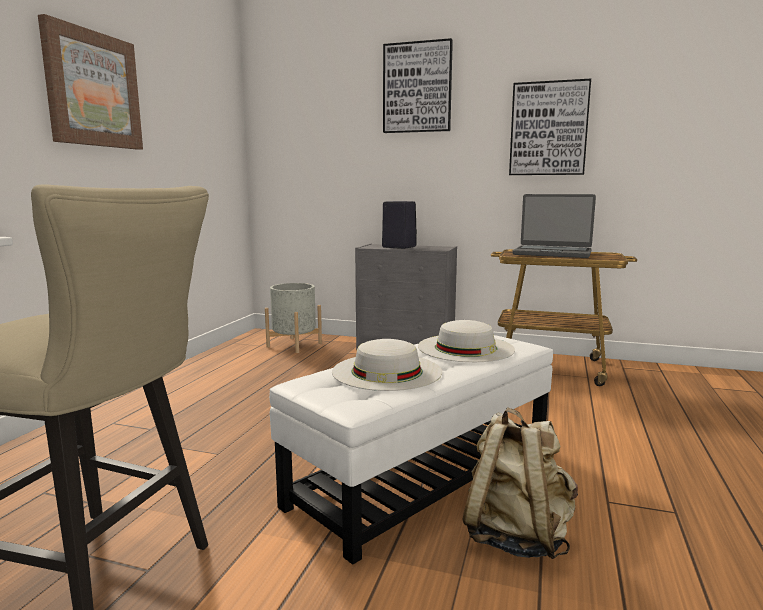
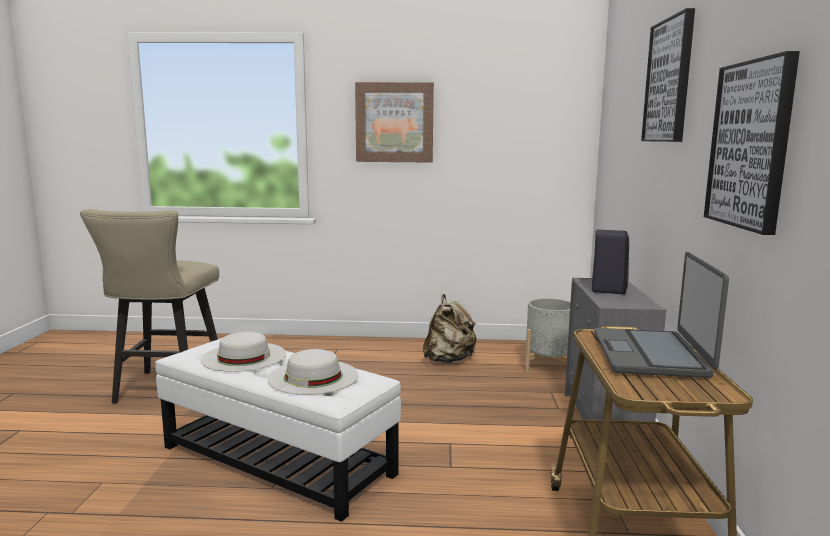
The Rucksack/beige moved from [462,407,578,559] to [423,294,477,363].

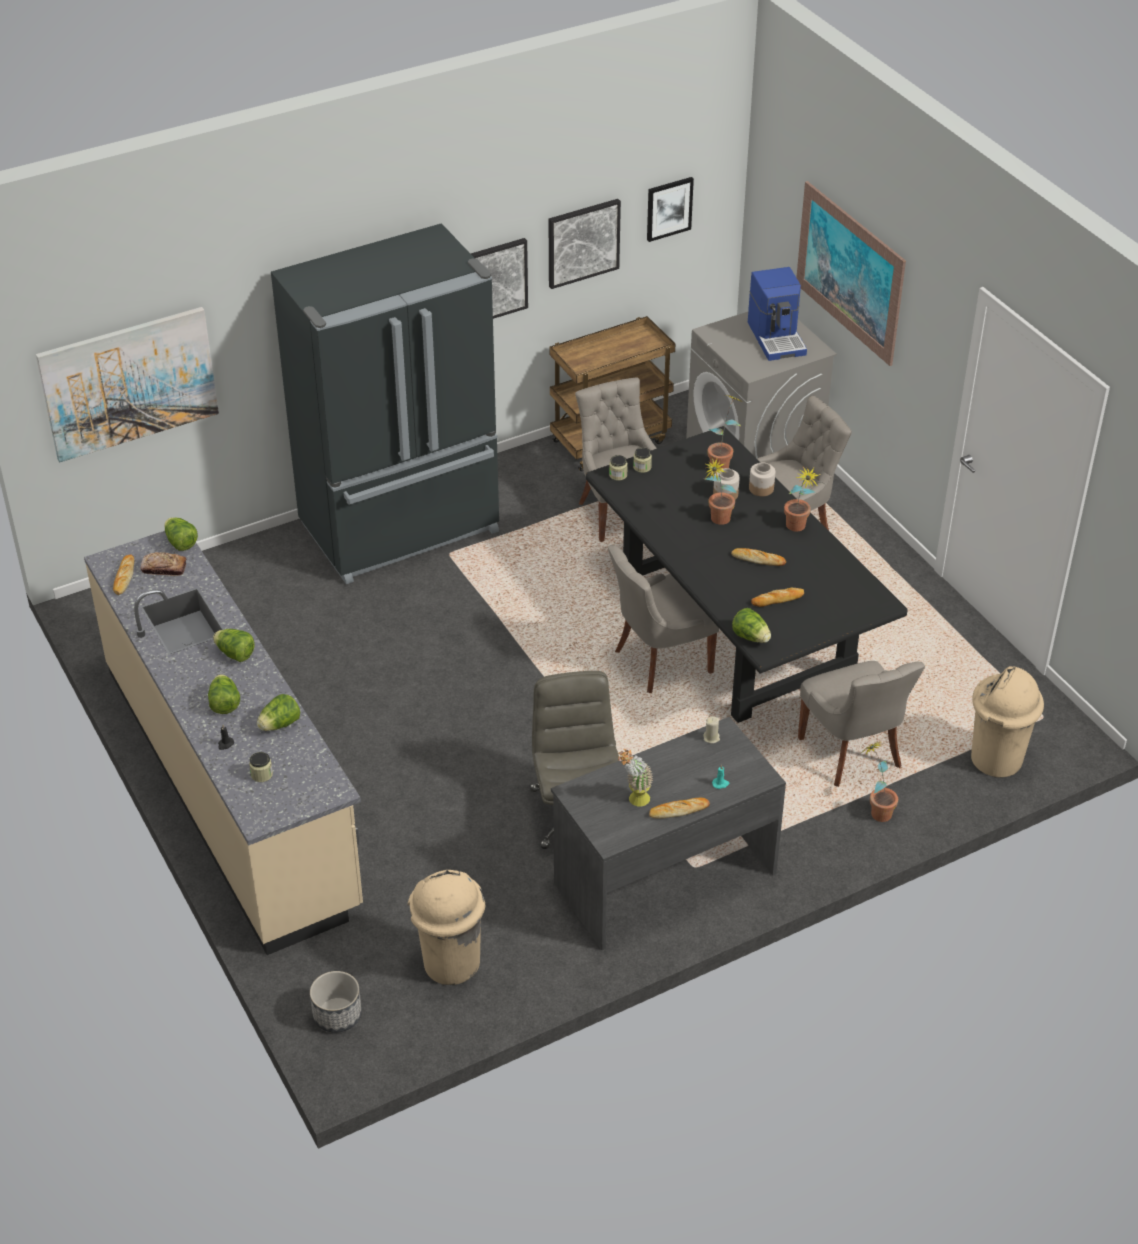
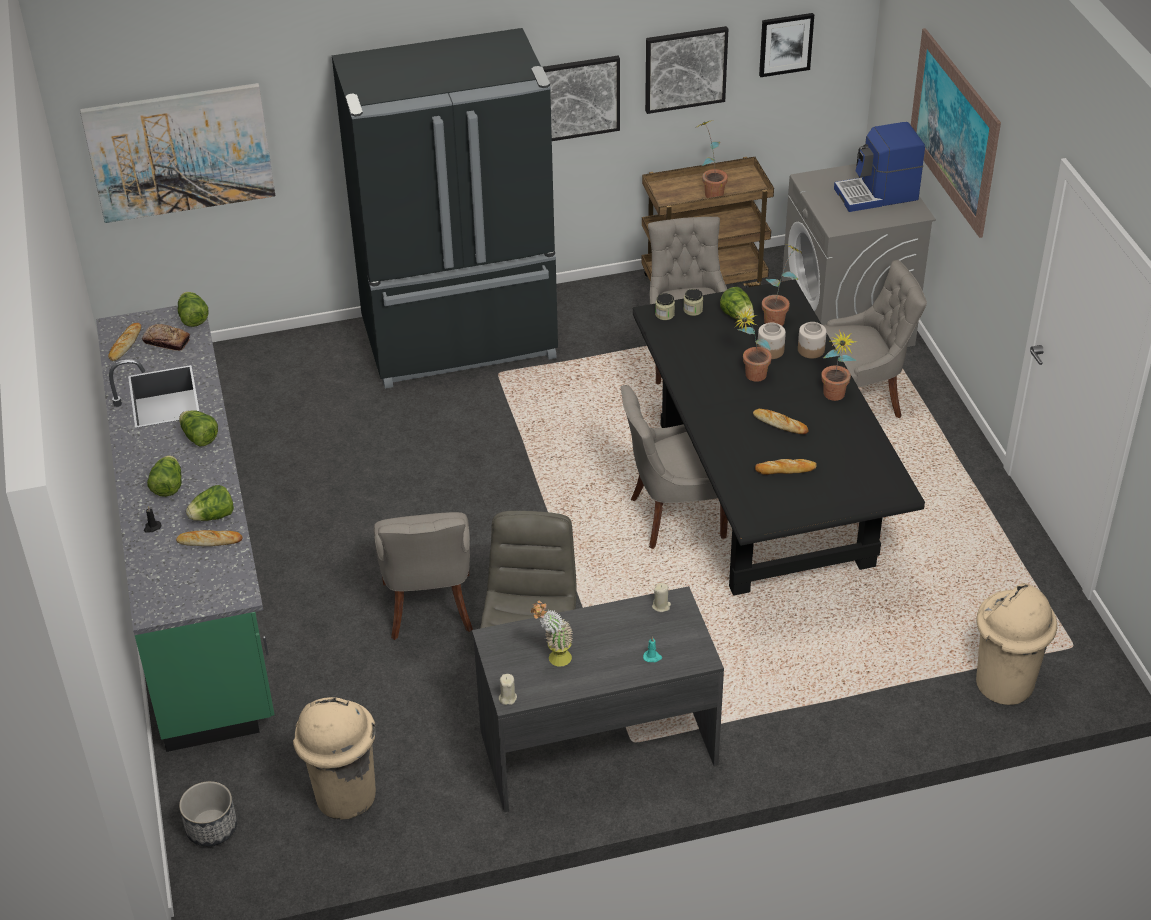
The Kaffeemaschine at [748,267,807,361] turned 75 degrees clockwise.
The Küchenzeile/beige at [84,531,363,955] became the Küchenzeile/grün at [96,301,275,752].
The Salatkopf moved from [732,608,771,643] to [720,287,754,320].
The Stuhl/grau moved from [798,661,925,787] to [374,512,473,640].
The Topfpflanze moved from [860,742,898,822] to [698,120,728,198].
The Vorratsglas at [249,752,273,782] disappeared.
The Brot moved from [649,798,710,819] to [176,530,243,546].
The Kerze/beige at [499,674,517,705] appeared.

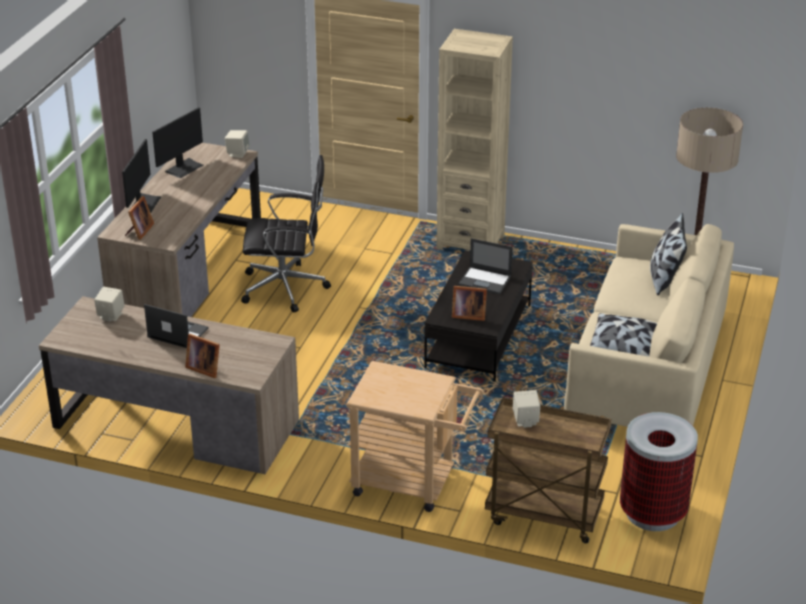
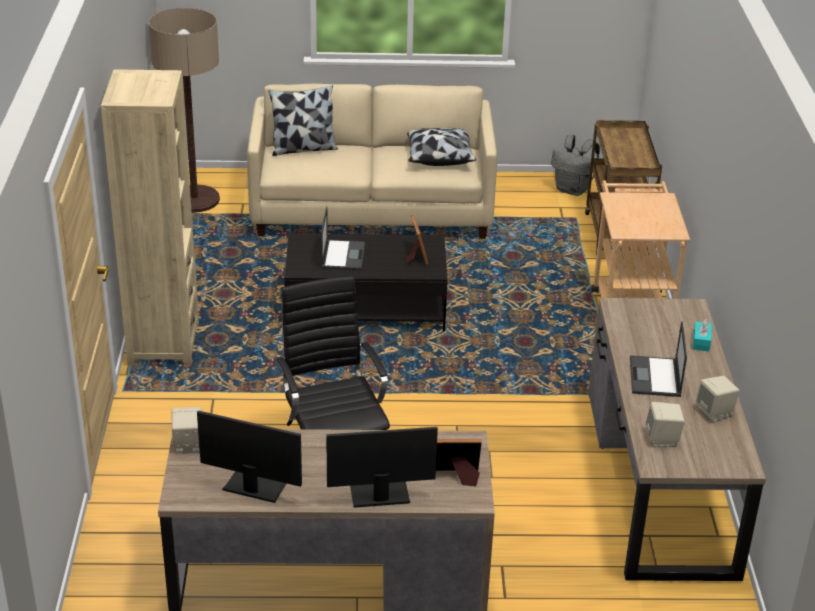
The Bilderrahmen at [185,334,220,378] was replaced by the Taschentuchbox/türkis at [693,319,712,352].
The Lautsprecher/beige moved from [513,390,540,428] to [696,376,739,422].
The Mülleimer at [620,412,698,531] was replaced by the Rucksack/grau at [551,135,600,196].

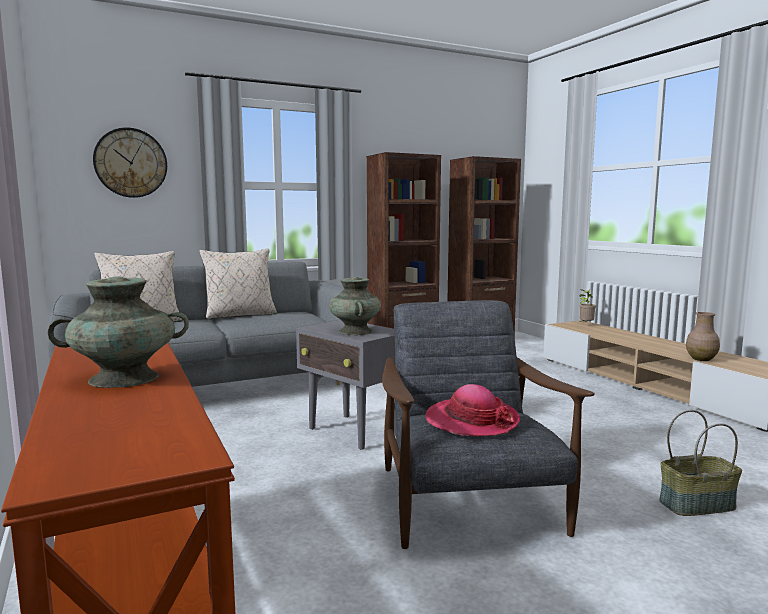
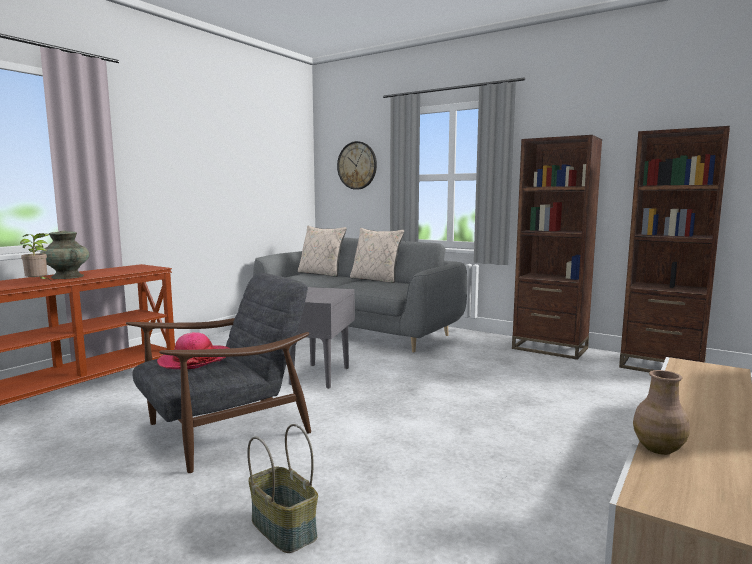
The Vase/türkis at [329,277,381,335] disappeared.
The Topfpflanze moved from [579,289,596,323] to [20,233,50,280].

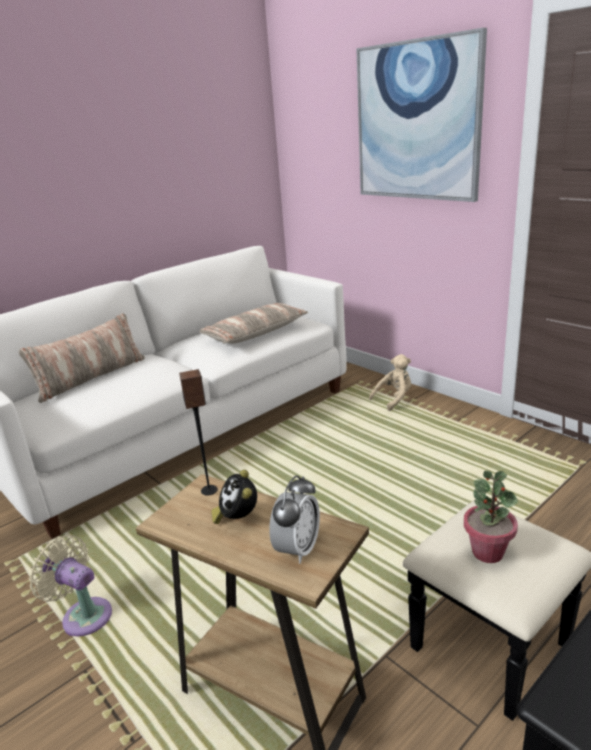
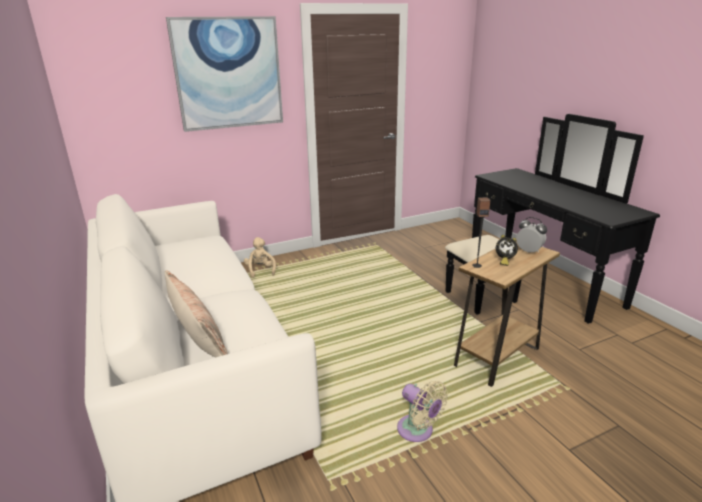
The Kissen at [199,303,308,344] disappeared.
The Topfpflanze at [464,471,518,563] disappeared.
The Ventilator/beige at [29,535,112,636] turned 90 degrees counterclockwise.

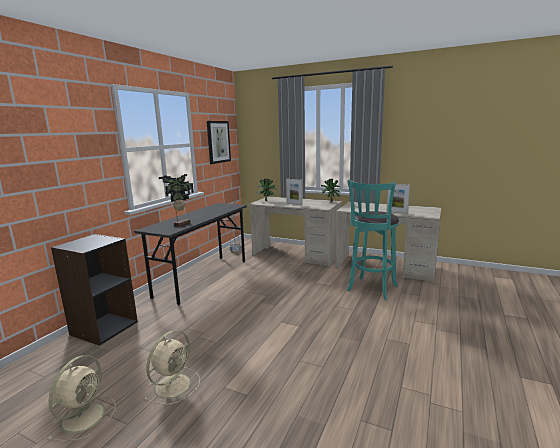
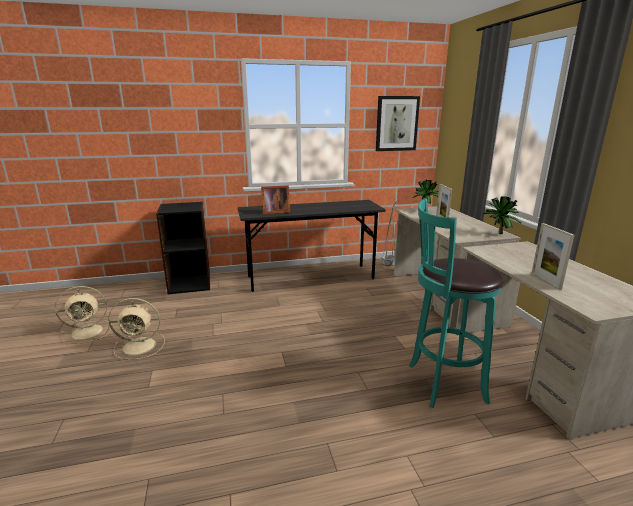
The Topfpflanze at [159,174,194,227] was replaced by the Bilderrahmen at [261,185,290,214].

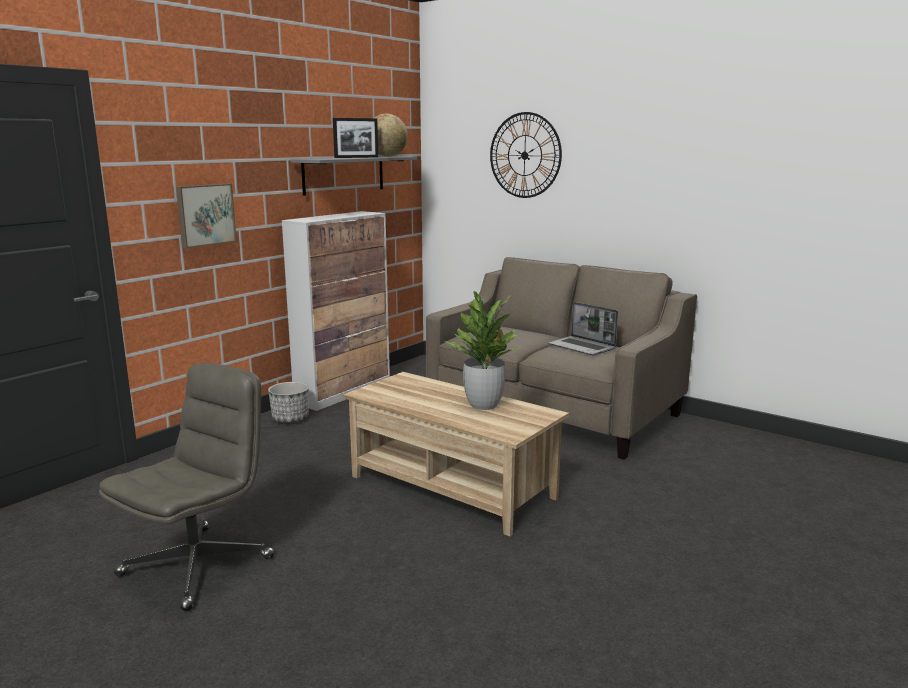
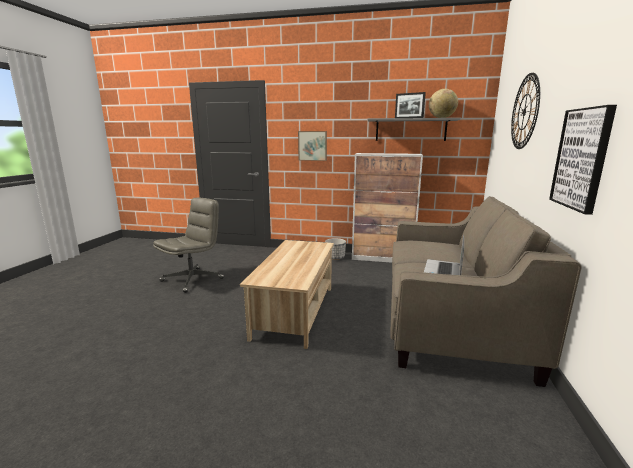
The Topfpflanze at [445,291,521,410] disappeared.
The Bürostuhl/grau at [99,363,274,611] turned 60 degrees counterclockwise.
The Bild at [549,105,617,215] appeared.

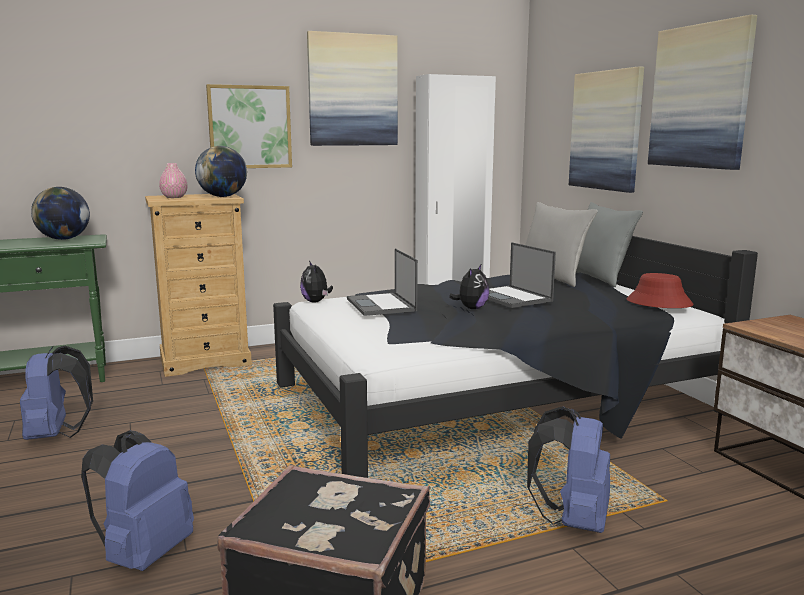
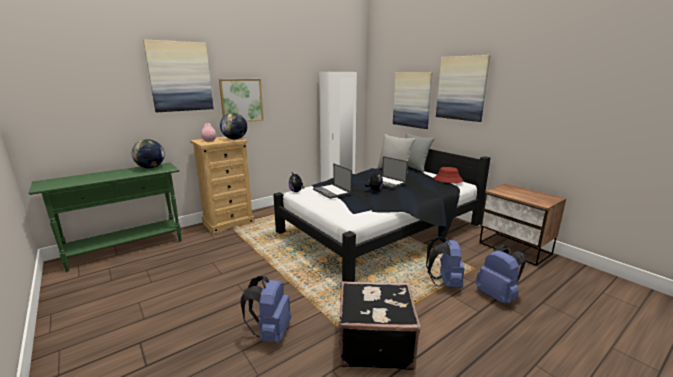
The Bild moved from [307,31,398,146] to [143,39,214,112].
The Rucksack/blau moved from [20,346,93,440] to [476,245,526,304].

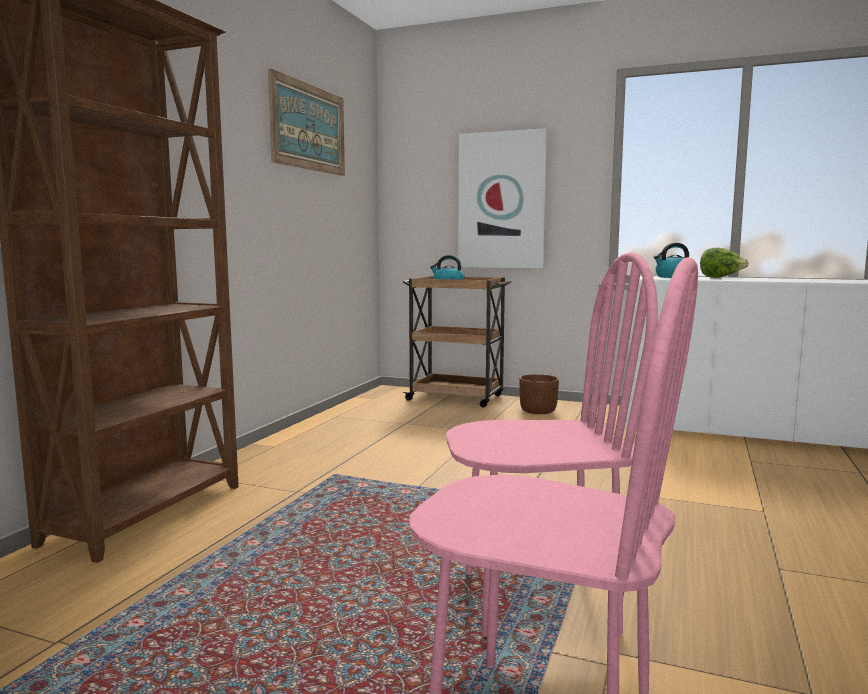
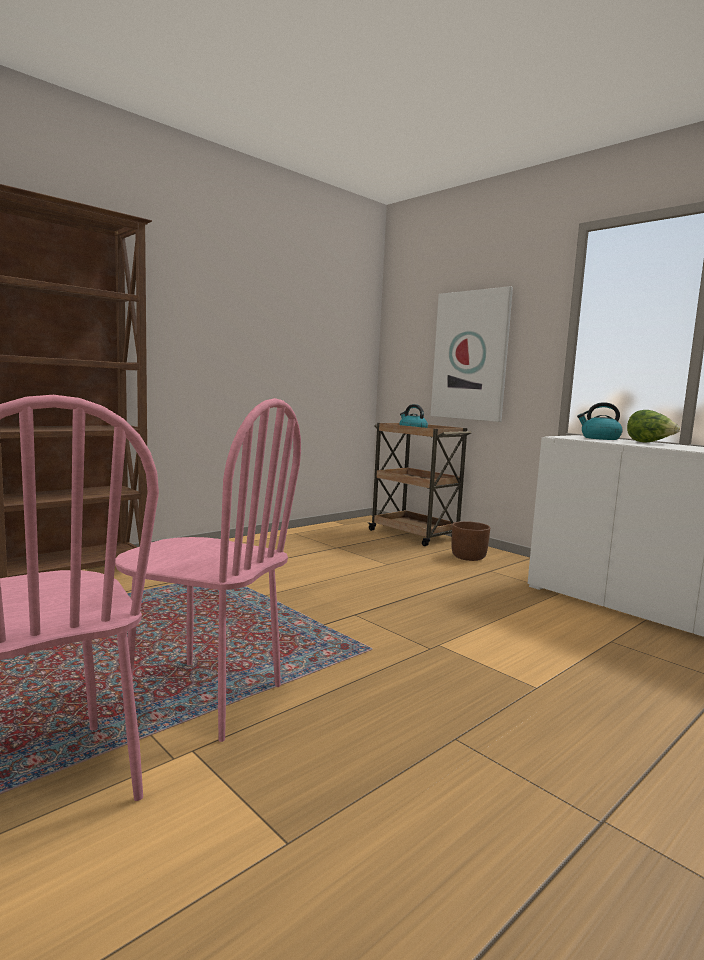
The Bild at [268,69,345,176] disappeared.

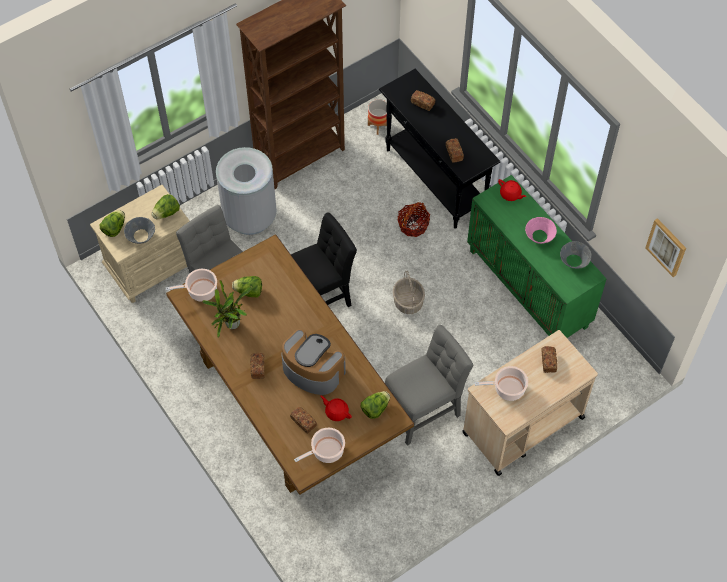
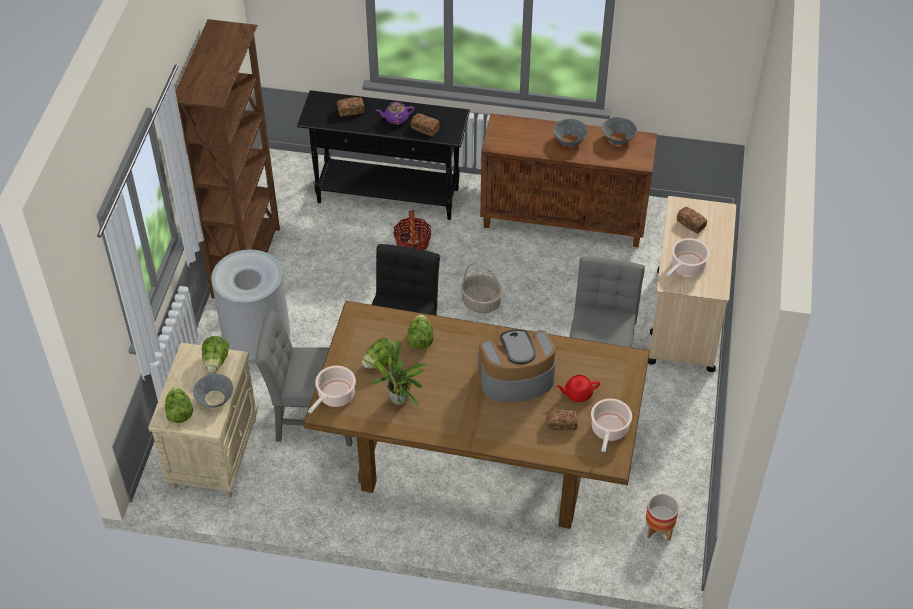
The Pflanzkübel moved from [368,99,387,135] to [646,494,679,540].
The Schrank/grün at [467,175,607,338] became the Schrank/braun at [480,113,657,247].
The Teekanne/rot at [498,179,526,201] disappeared.
The Schüssel/rosa at [525,217,557,244] became the Schüssel/grau at [553,119,588,147].
The Bild at [645,218,686,277] disappeared.
The Brot at [250,353,265,379] disappeared.
The Salatkopf moved from [360,391,390,419] to [407,315,434,350].
The Teekanne/lila at [376,102,415,124] appeared.

